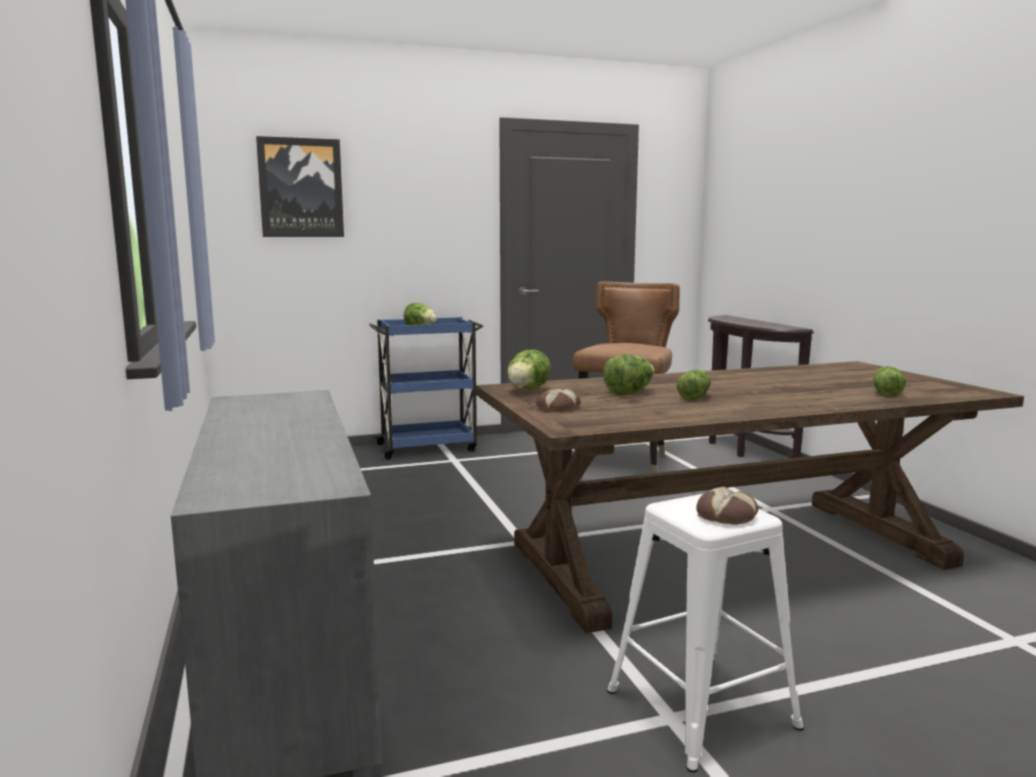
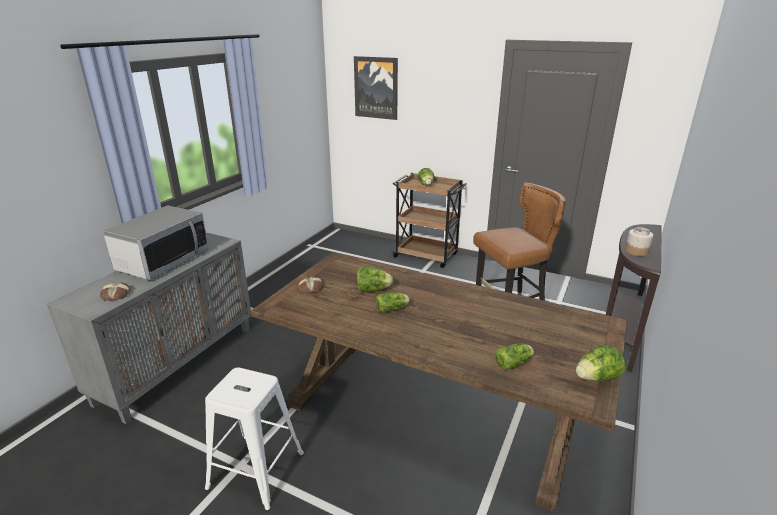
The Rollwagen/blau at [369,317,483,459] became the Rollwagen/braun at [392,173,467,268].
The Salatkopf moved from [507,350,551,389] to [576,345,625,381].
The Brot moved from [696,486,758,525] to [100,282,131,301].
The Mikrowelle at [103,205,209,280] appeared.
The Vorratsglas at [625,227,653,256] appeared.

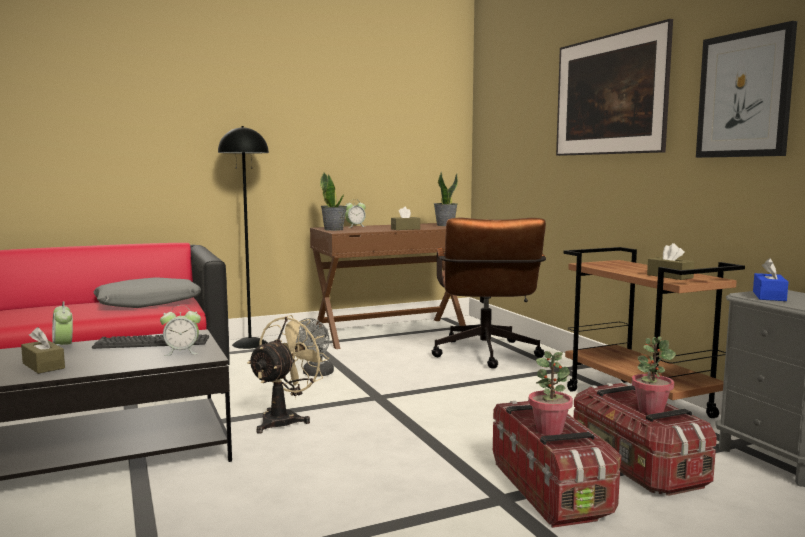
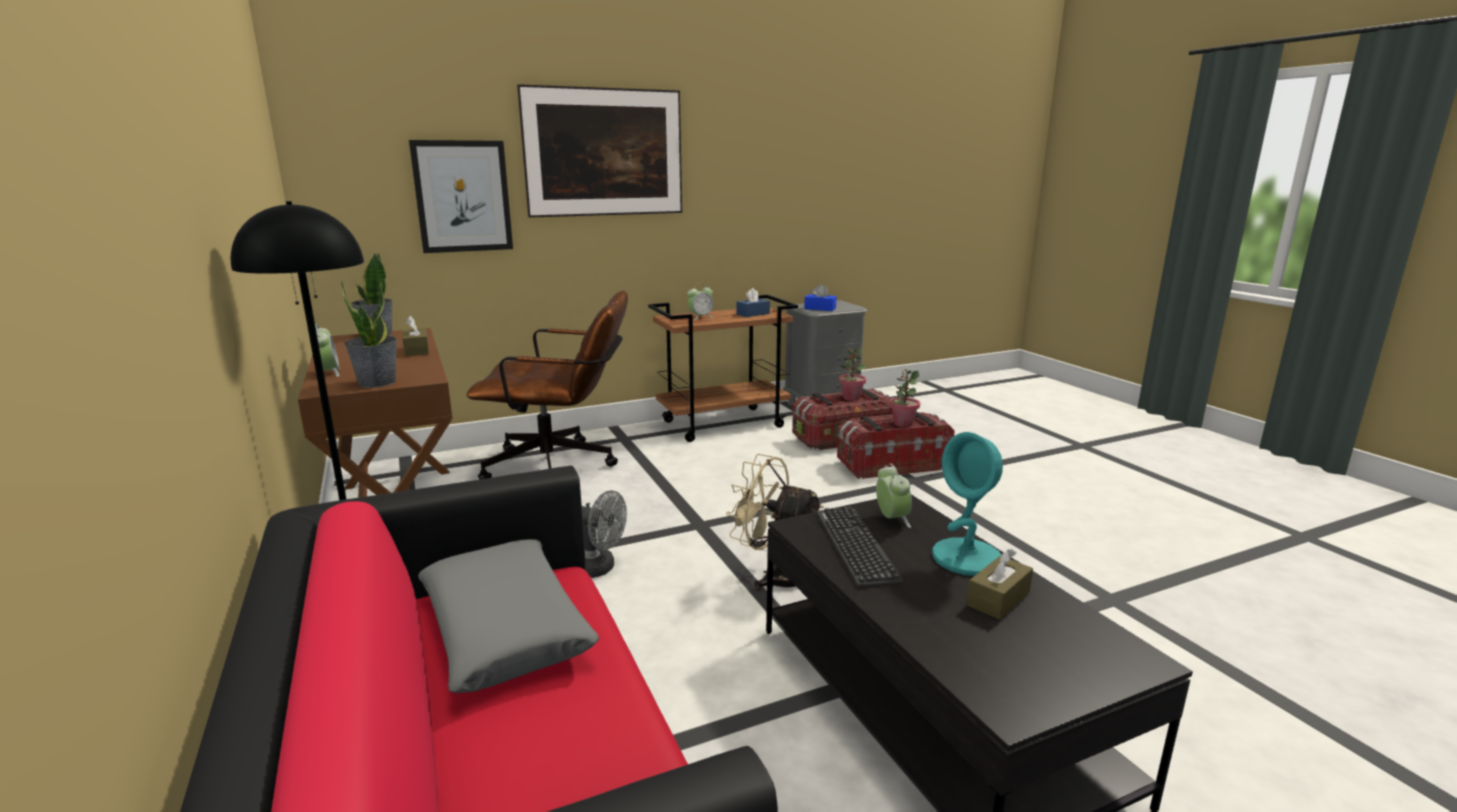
The Bild moved from [696,21,797,158] to [409,140,513,253].
The Taschentuchbox/braun at [647,243,695,280] became the Taschentuchbox/blau at [737,288,770,317].
The Wecker moved from [52,302,73,346] to [687,284,713,320].
The Tischlampe/türkis at [932,432,1003,576] appeared.

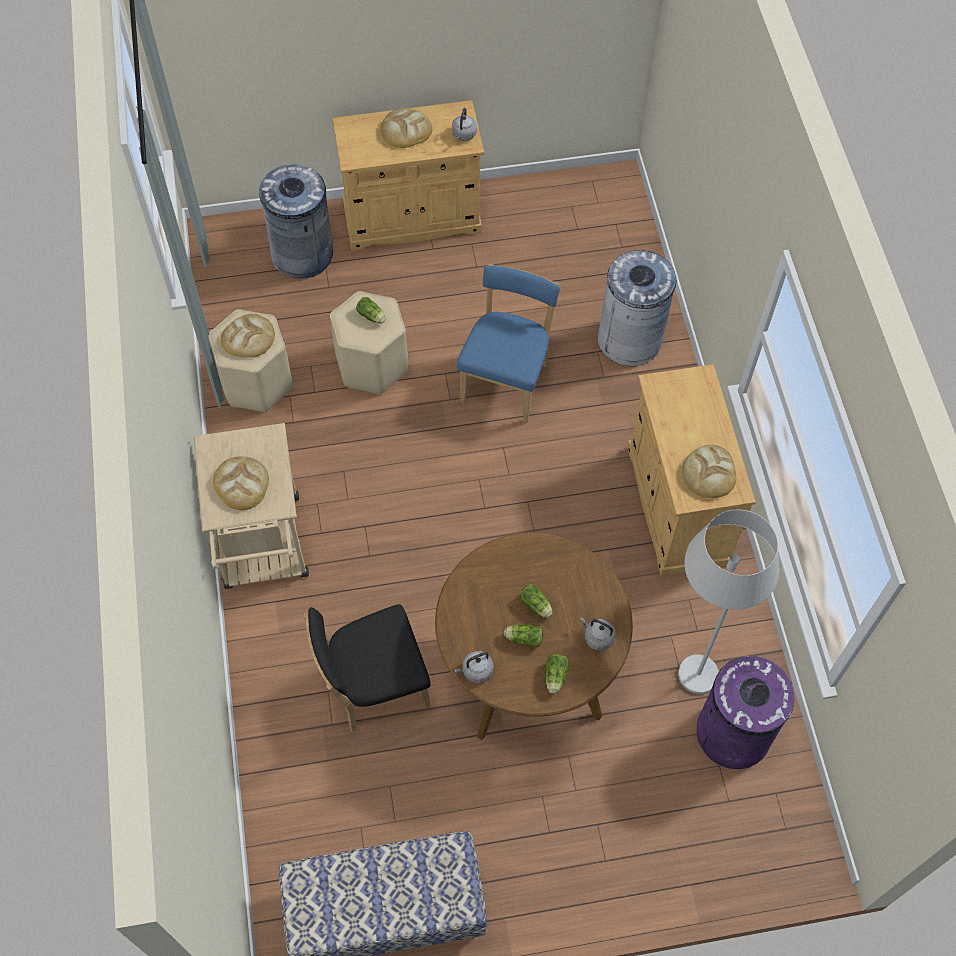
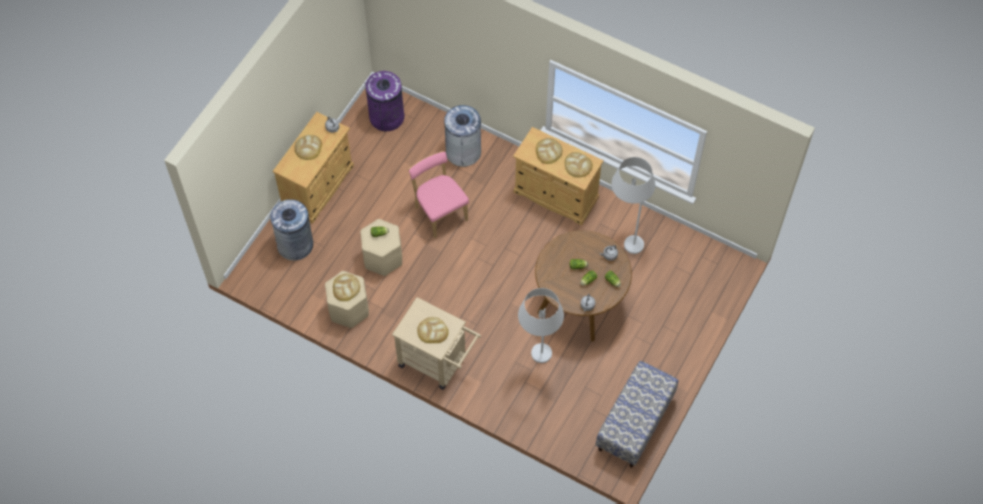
The Stuhl/blau at [457,264,560,423] became the Stuhl/rosa at [408,151,469,238].
The Stuhl/schwarz at [304,604,431,733] was replaced by the Stehlampe/weiß at [518,288,564,363].
The Mülleimer/lila moved from [697,656,794,769] to [365,71,405,131].
The Brot at [536,138,563,164] appeared.

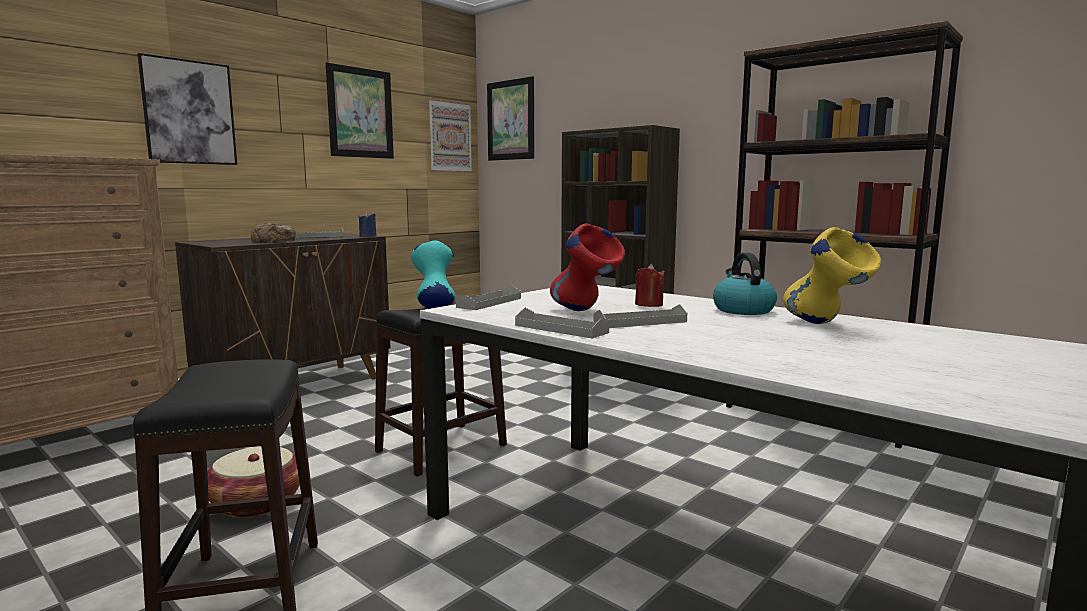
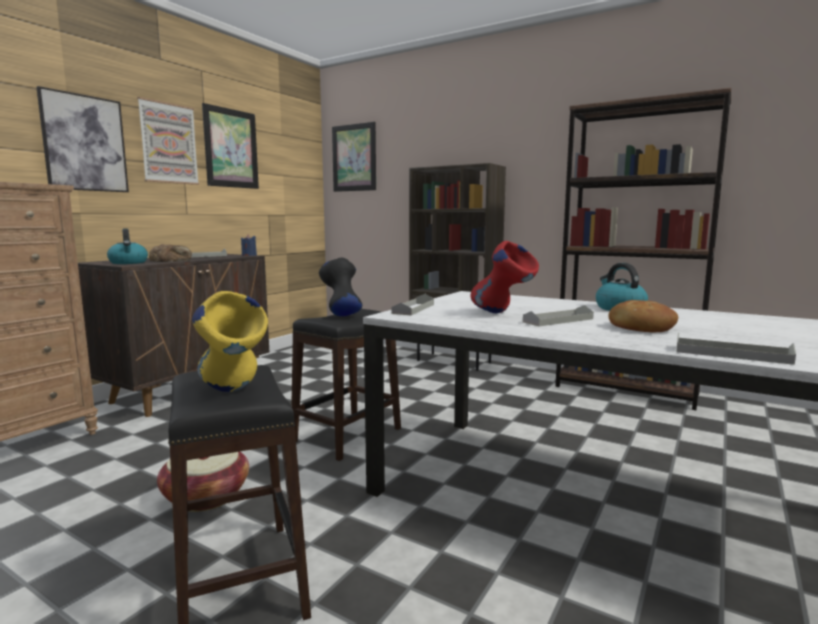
The Bild moved from [428,98,473,173] to [137,97,199,185].
The Vase/gelb moved from [783,227,881,324] to [192,291,268,392].
The Vase/türkis at [411,240,456,309] became the Vase/schwarz at [319,257,362,316].
The Kerze/rot at [635,264,665,307] disappeared.
The Tablett/grau moved from [515,308,609,339] to [677,333,796,365].
The Wasserkessel at [107,229,148,264] appeared.
The Brot at [608,300,678,332] appeared.

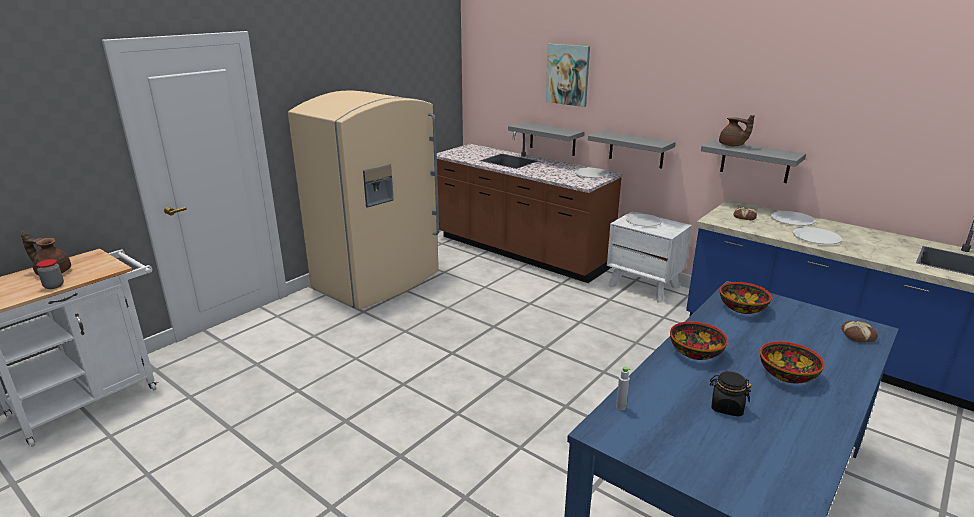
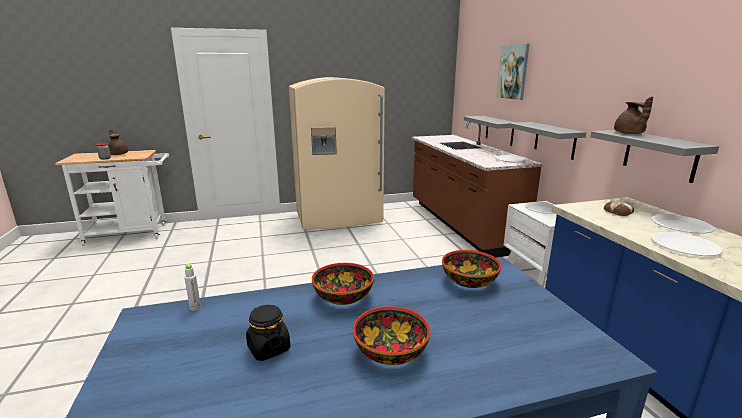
The Brot at [841,321,878,342] disappeared.

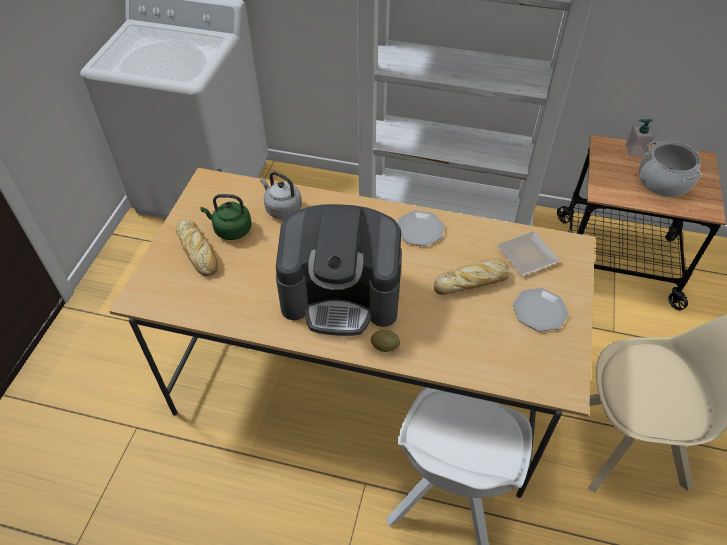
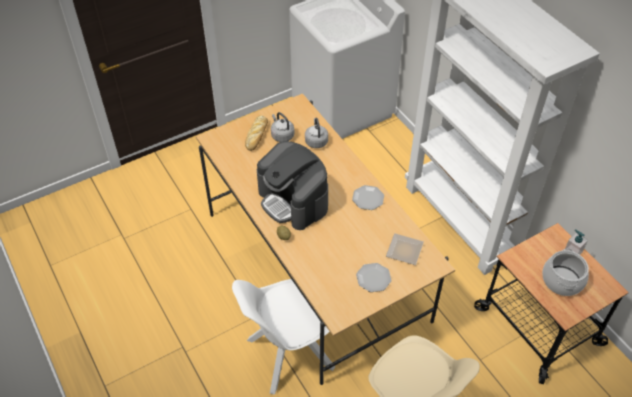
The Wasserkessel/grün at [201,194,252,240] became the Wasserkessel/grau at [271,112,294,142].
The Brot at [434,259,510,295] disappeared.

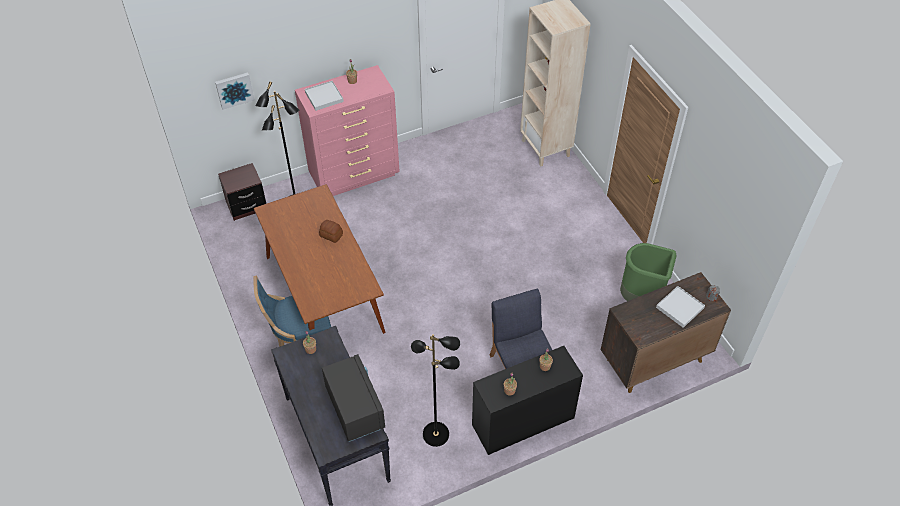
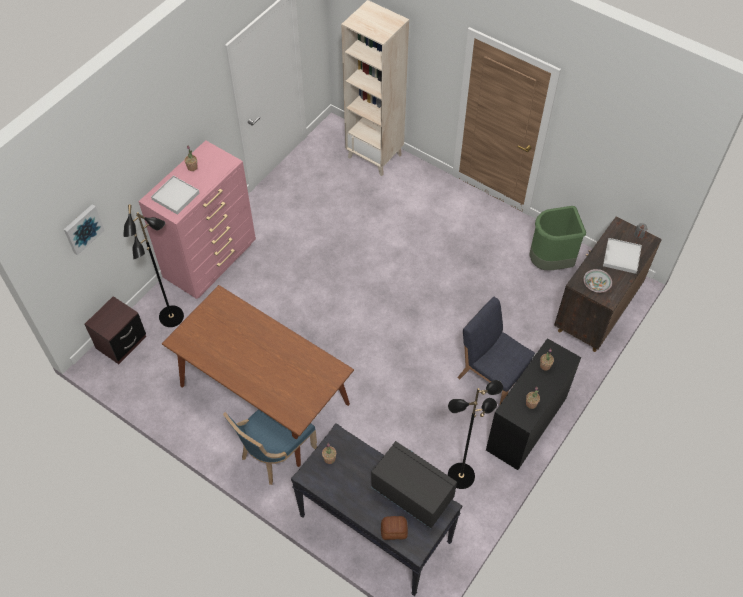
The Brot moved from [319,220,343,243] to [381,516,408,540].
The Schüssel at [583,269,612,293] appeared.

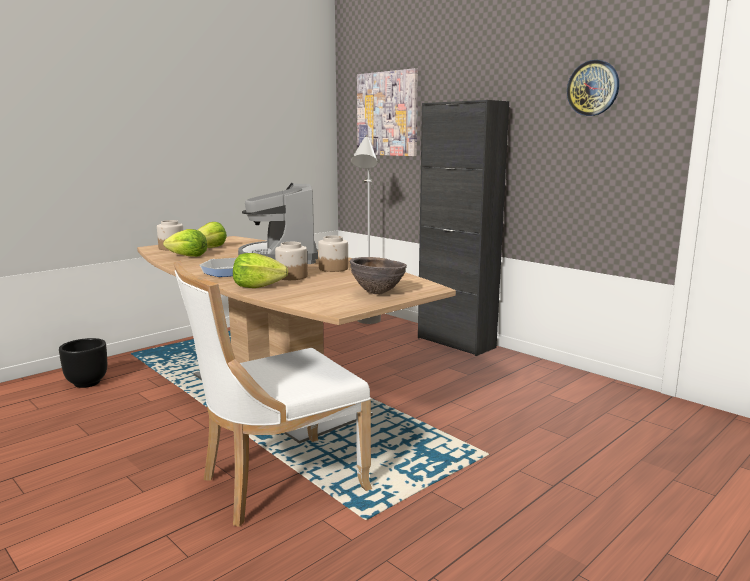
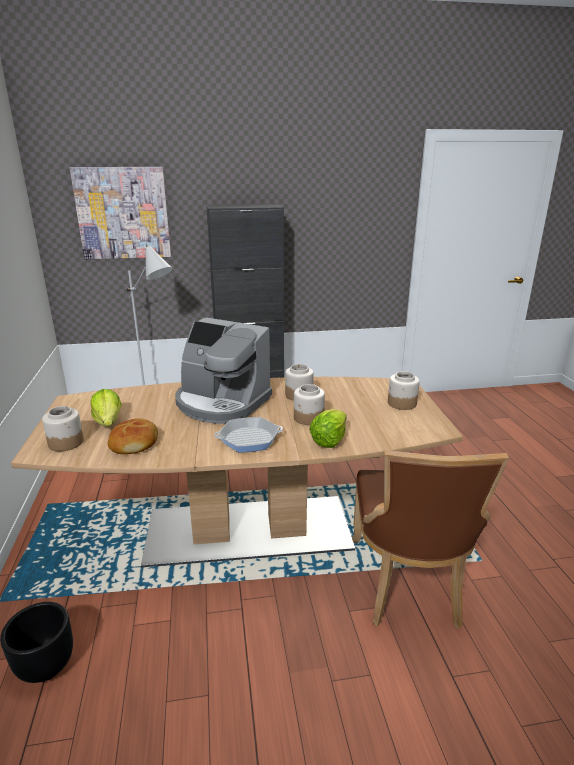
The Wanduhr at [567,60,619,116] disappeared.
The Salatkopf at [163,229,207,257] was replaced by the Brot at [108,419,158,454].
The Schüssel/braun at [350,257,407,295] was replaced by the Vorratsglas at [388,371,420,410].
The Stuhl/weiß at [174,261,372,527] became the Stuhl/braun at [352,450,509,630].

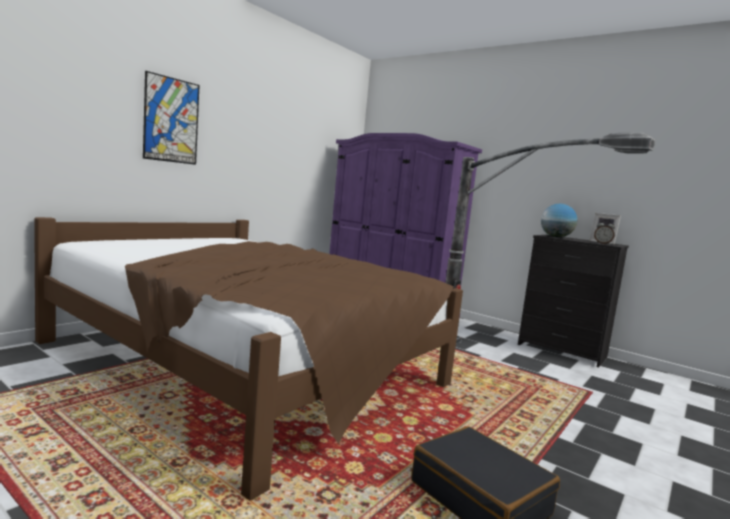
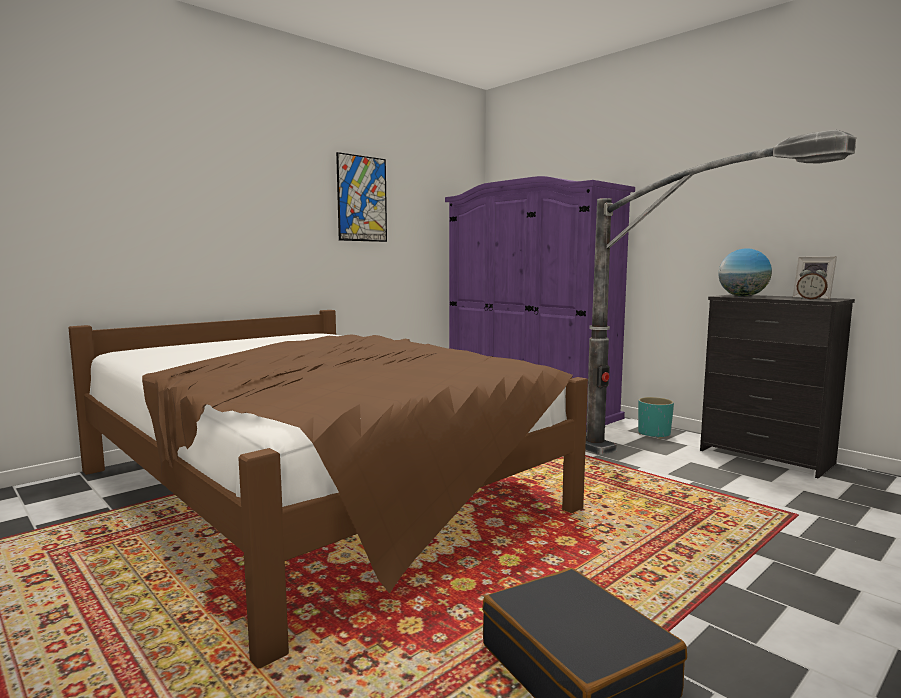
The Bild moved from [143,71,199,165] to [336,152,387,242].
The Pflanzkübel/türkis at [638,397,674,439] appeared.

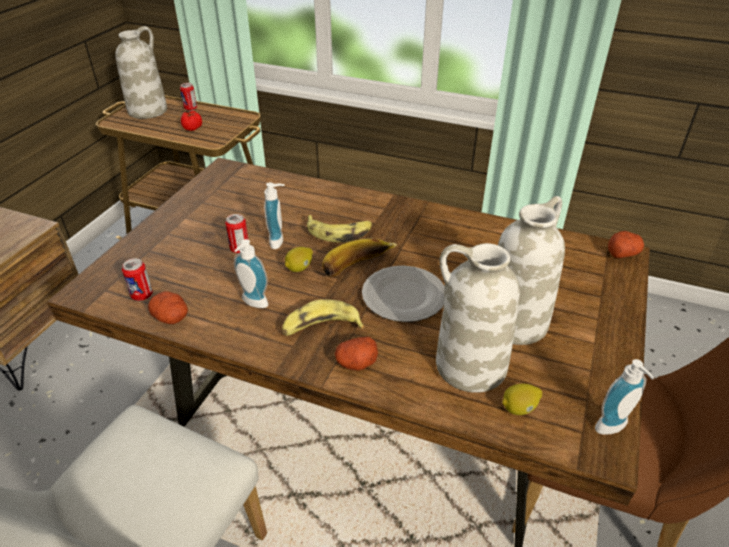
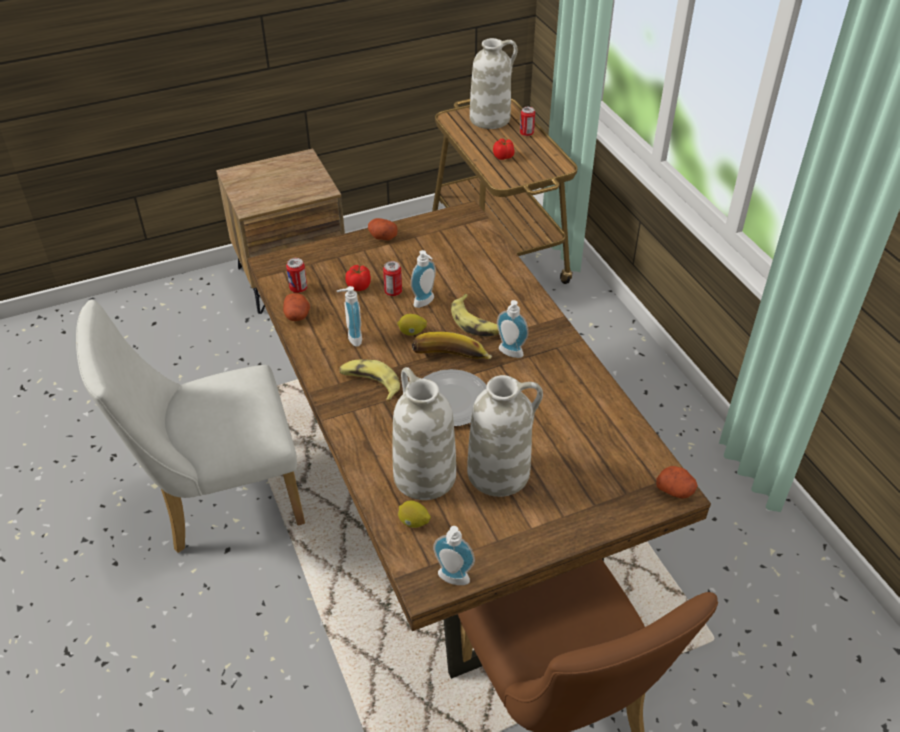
The Kartoffel moved from [335,337,378,371] to [368,218,398,241].
The Tomate at [345,265,371,291] appeared.
The Seifenspender at [497,300,529,358] appeared.

